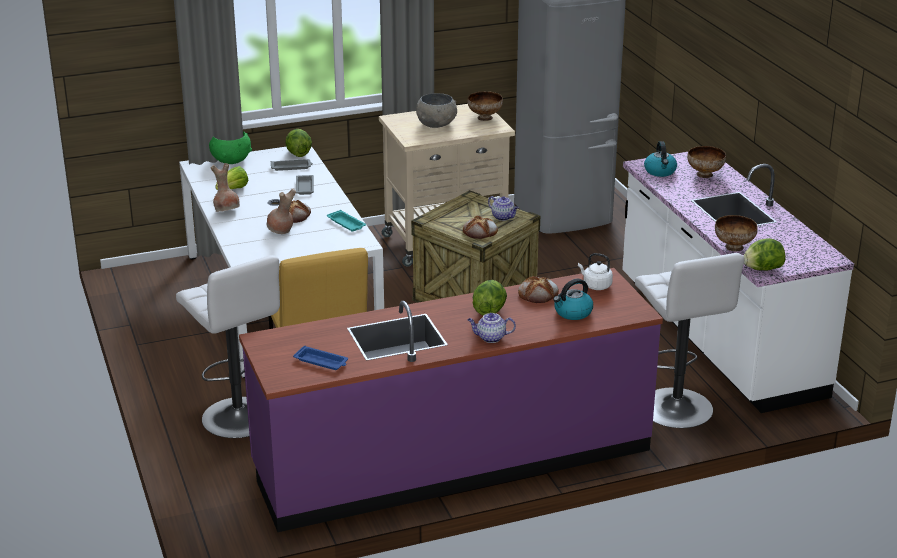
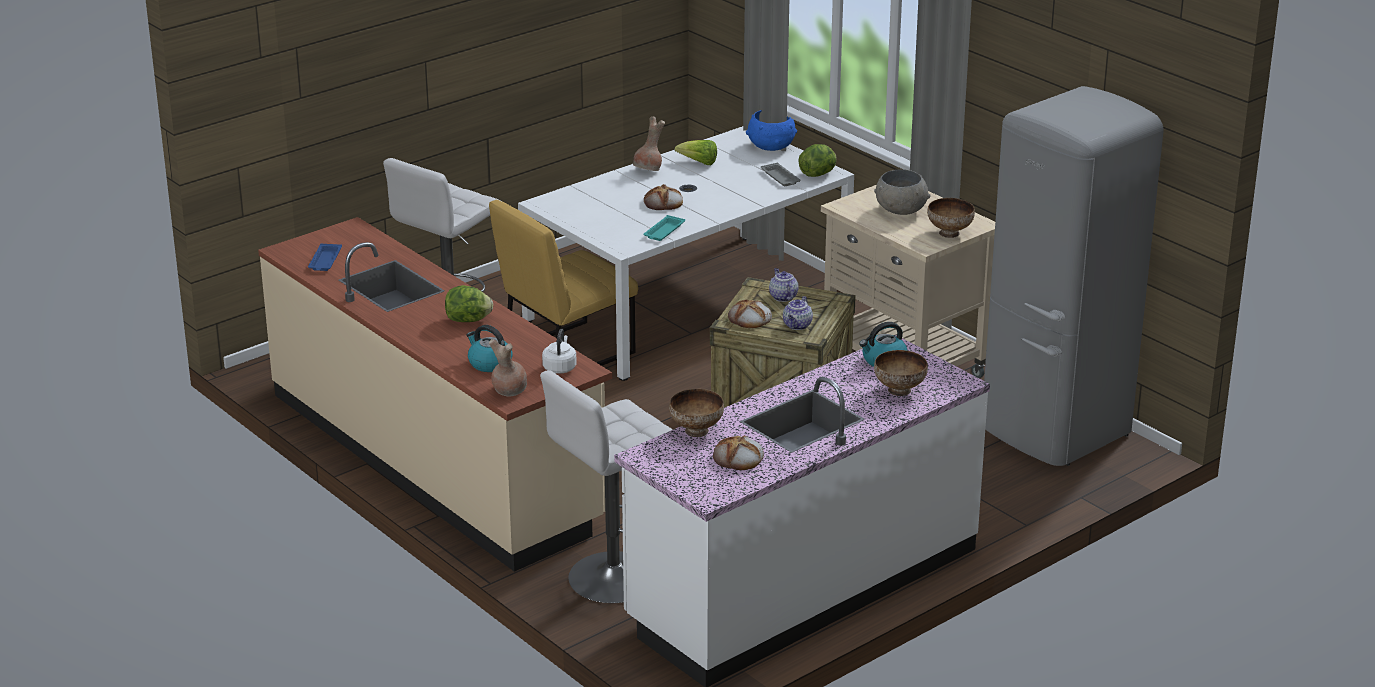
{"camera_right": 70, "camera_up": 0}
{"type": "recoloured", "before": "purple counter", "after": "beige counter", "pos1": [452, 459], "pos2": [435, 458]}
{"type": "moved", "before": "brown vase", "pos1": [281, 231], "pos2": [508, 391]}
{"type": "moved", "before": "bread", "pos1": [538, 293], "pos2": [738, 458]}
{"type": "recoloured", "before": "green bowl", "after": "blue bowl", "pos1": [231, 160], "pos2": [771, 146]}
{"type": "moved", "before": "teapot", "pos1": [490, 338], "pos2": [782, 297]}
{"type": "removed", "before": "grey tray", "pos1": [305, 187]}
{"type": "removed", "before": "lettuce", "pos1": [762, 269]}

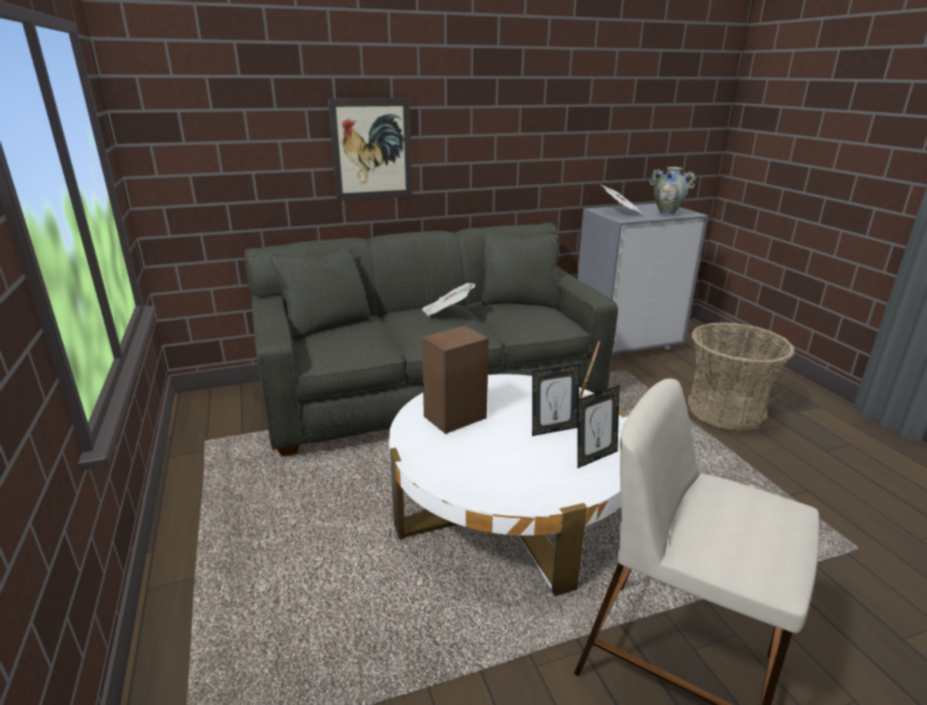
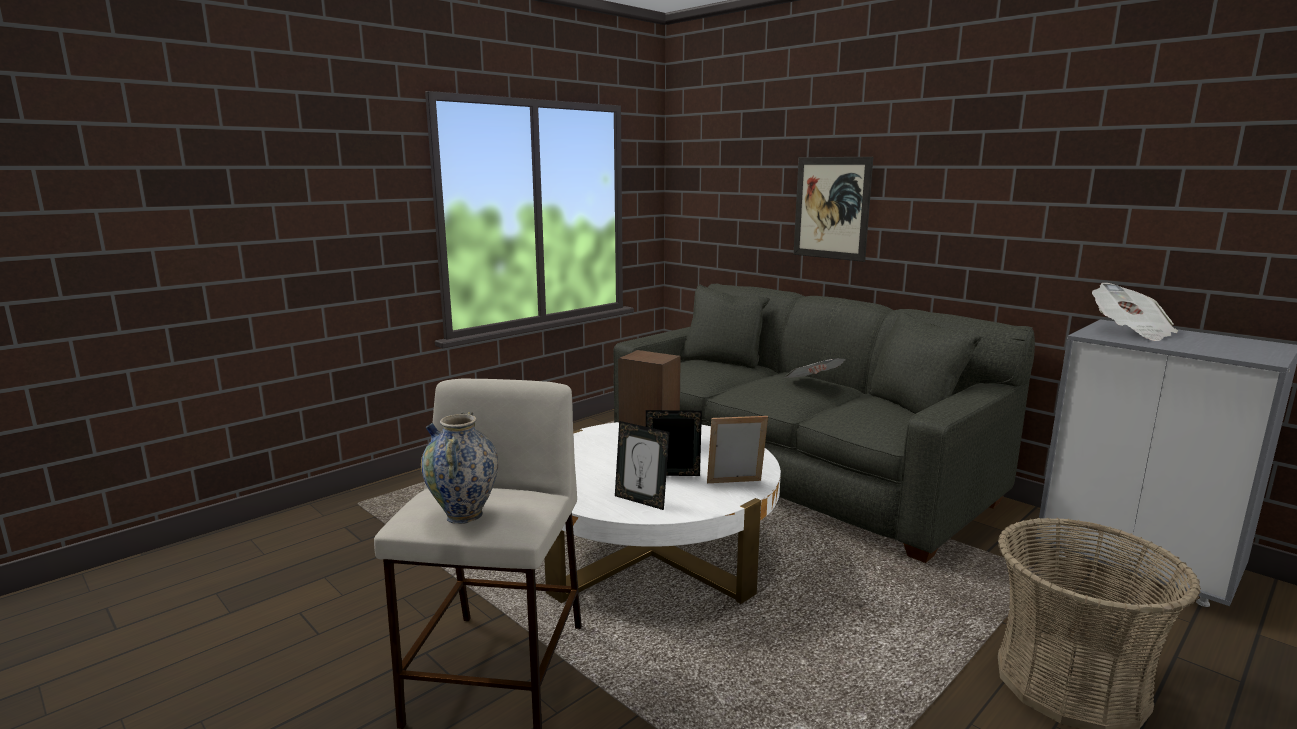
{"camera_right": 65, "camera_up": -10}
{"type": "moved", "before": "vase", "pos1": [667, 214], "pos2": [464, 515]}
{"type": "turned", "before": "picture frame", "pos1": [553, 429], "pos2": [673, 477], "turn": 135}

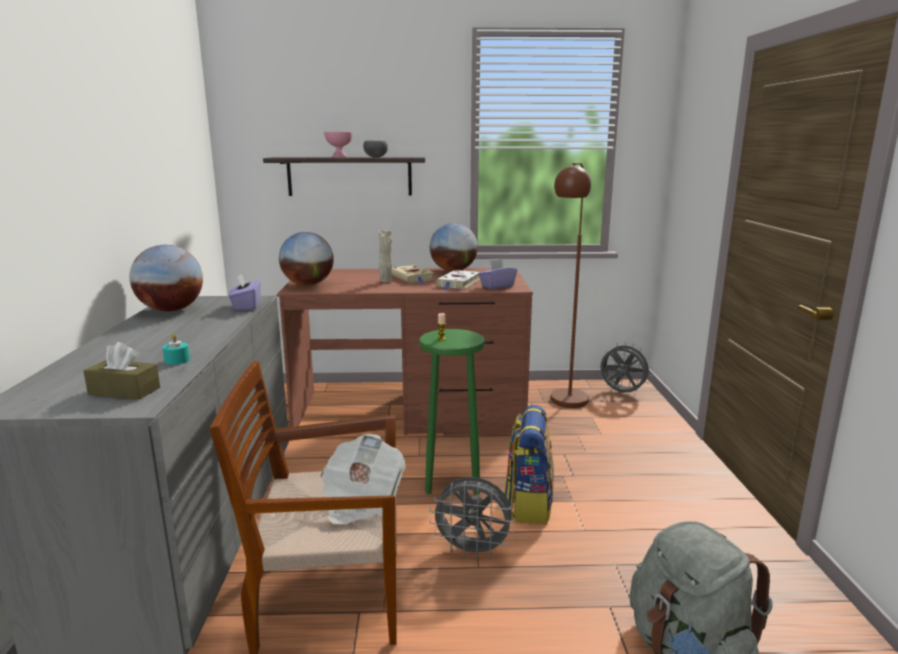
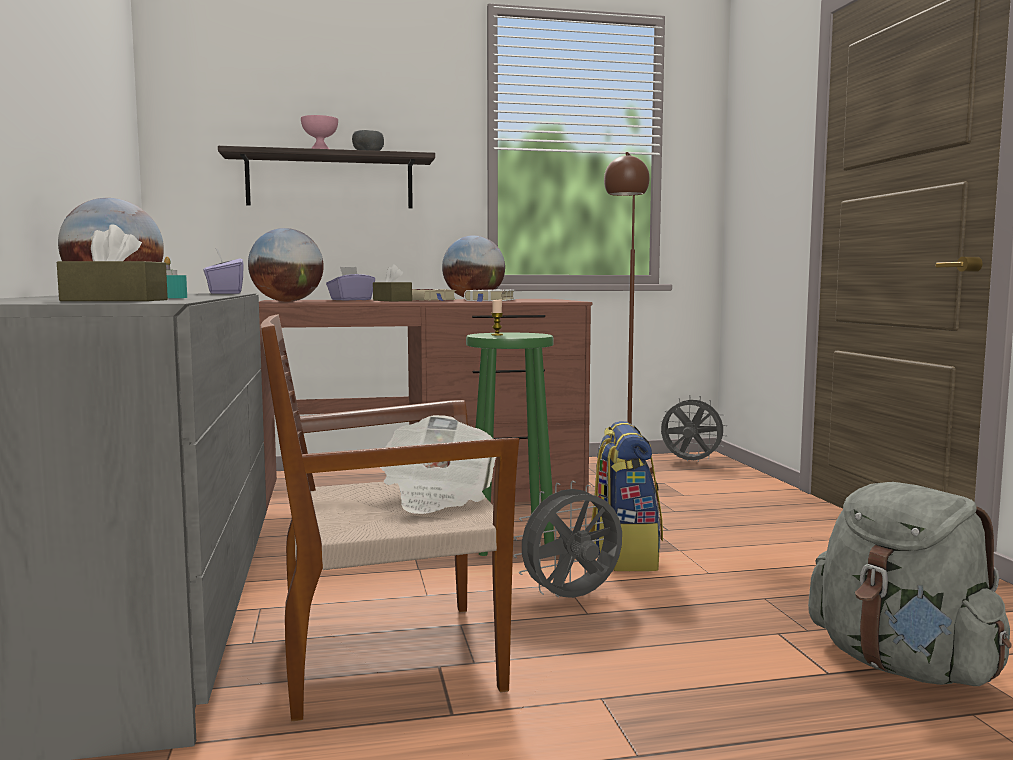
{"camera_right": -10, "camera_up": -10}
{"type": "moved", "before": "purple tissue box", "pos1": [497, 286], "pos2": [351, 300]}
{"type": "replaced", "before": "beige vase", "after": "brown tissue box", "pos1": [385, 281], "pos2": [392, 300]}
{"type": "turned", "before": "grey fan", "pos1": [473, 550], "pos2": [572, 599], "turn": 150}

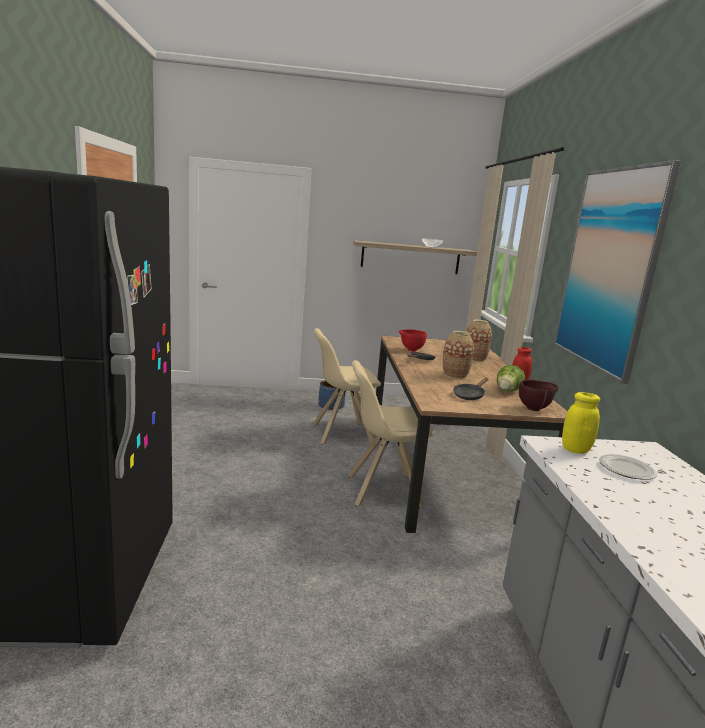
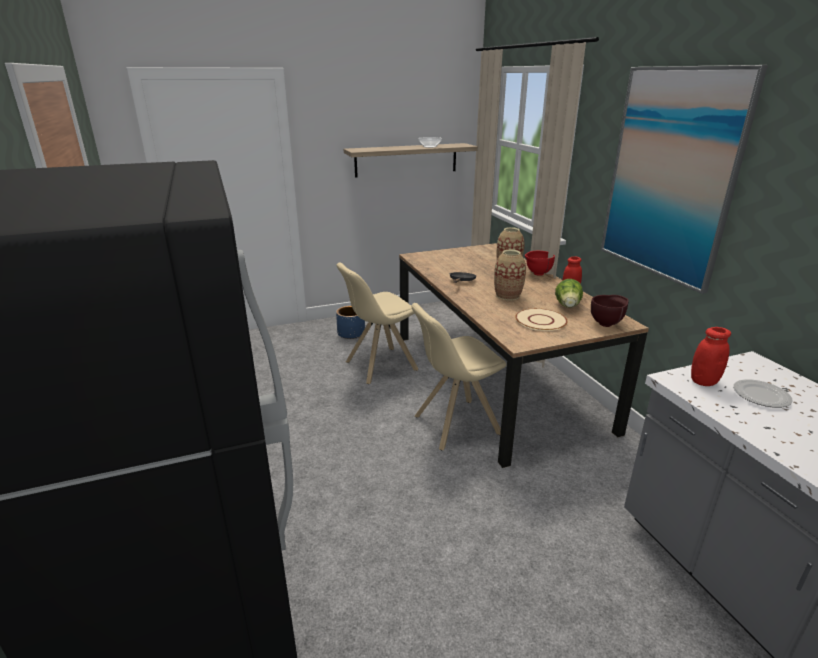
{"camera_right": -15, "camera_up": 10}
{"type": "replaced", "before": "black frying pan", "after": "beige plate", "pos1": [470, 395], "pos2": [540, 320]}
{"type": "moved", "before": "red bowl", "pos1": [410, 350], "pos2": [537, 274]}
{"type": "recoloured", "before": "yellow jar", "after": "red jar", "pos1": [575, 449], "pos2": [703, 381]}

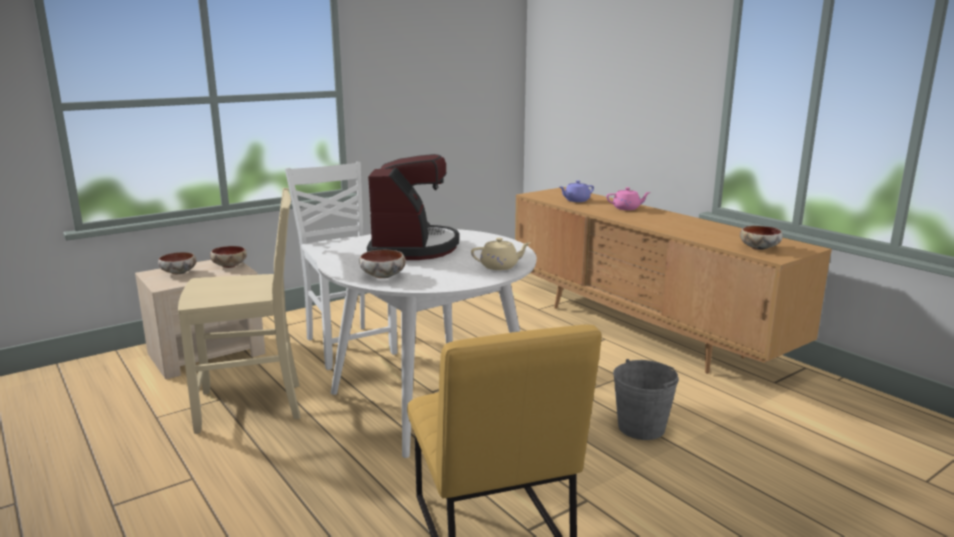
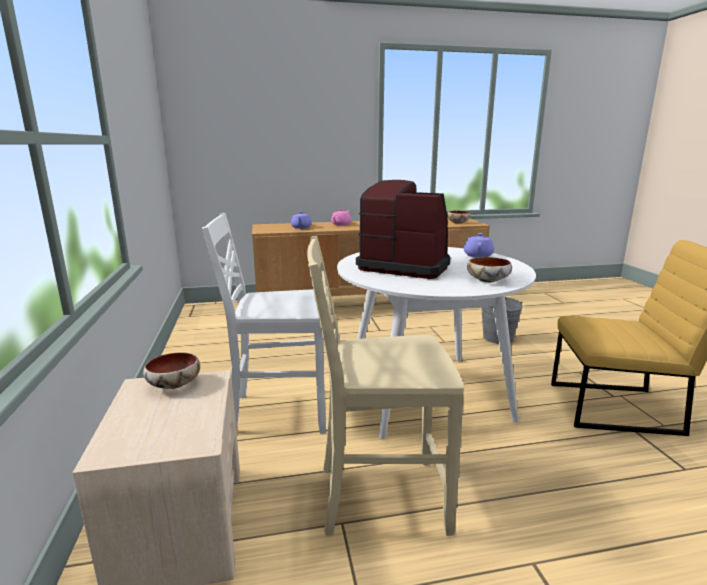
{"camera_right": -65, "camera_up": 0}
{"type": "turned", "before": "beige chair", "pos1": [252, 406], "pos2": [379, 496], "turn": -105}
{"type": "recoloured", "before": "beige teapot", "after": "purple teapot", "pos1": [500, 266], "pos2": [478, 255]}
{"type": "removed", "before": "bowl", "pos1": [179, 273]}

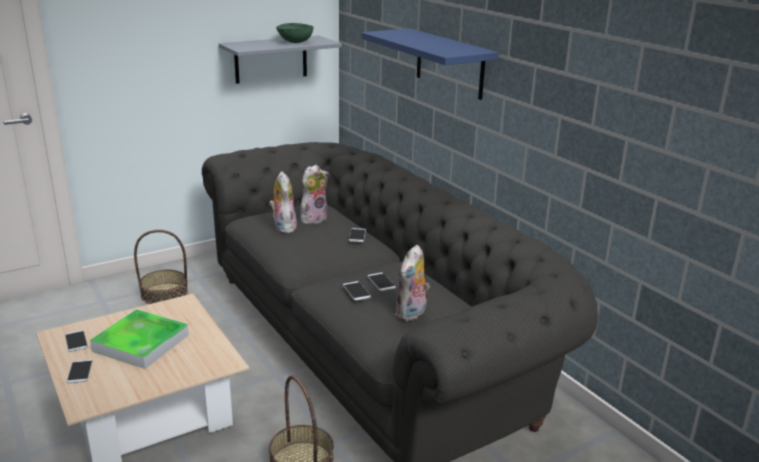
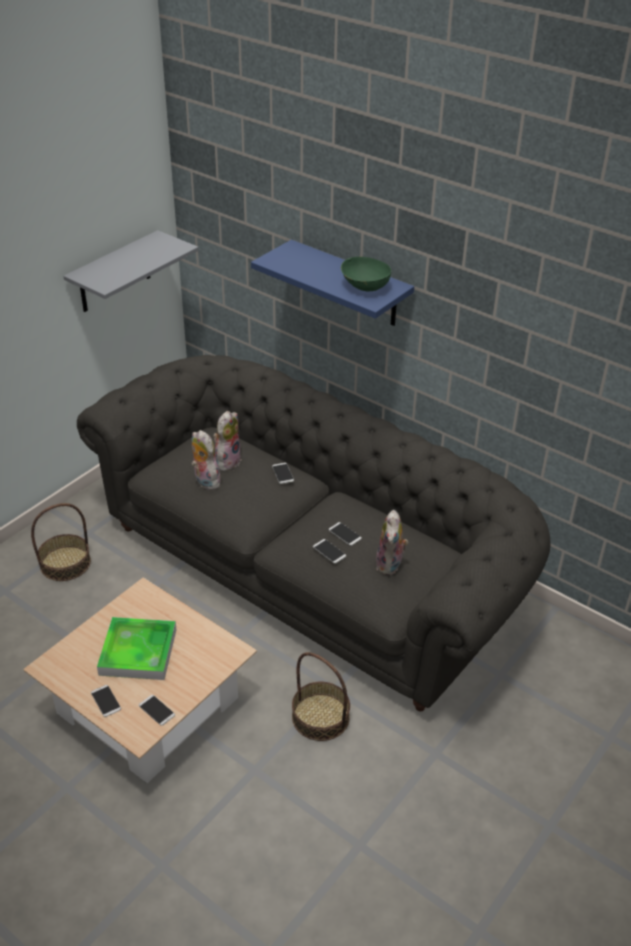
{"camera_right": -20, "camera_up": 15}
{"type": "moved", "before": "phone", "pos1": [76, 341], "pos2": [157, 710]}
{"type": "moved", "before": "green bowl", "pos1": [294, 42], "pos2": [364, 287]}

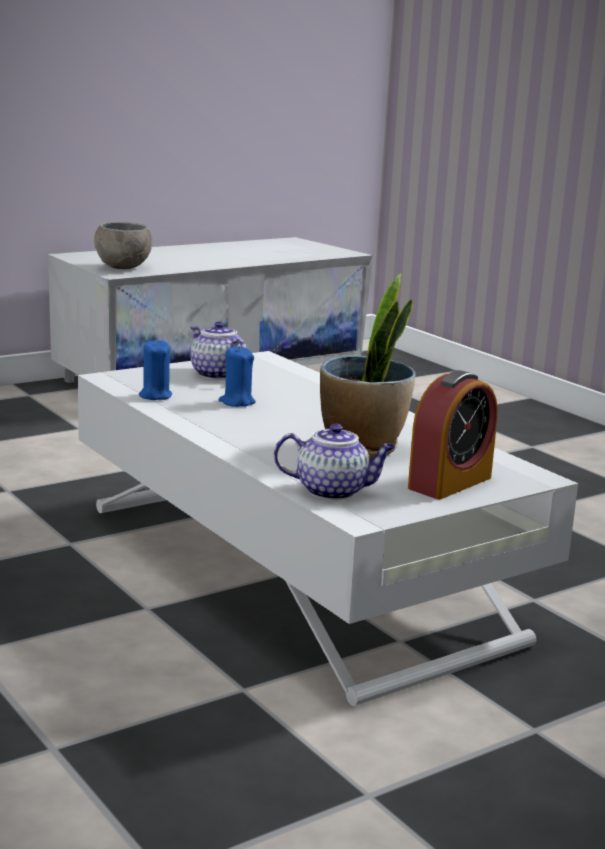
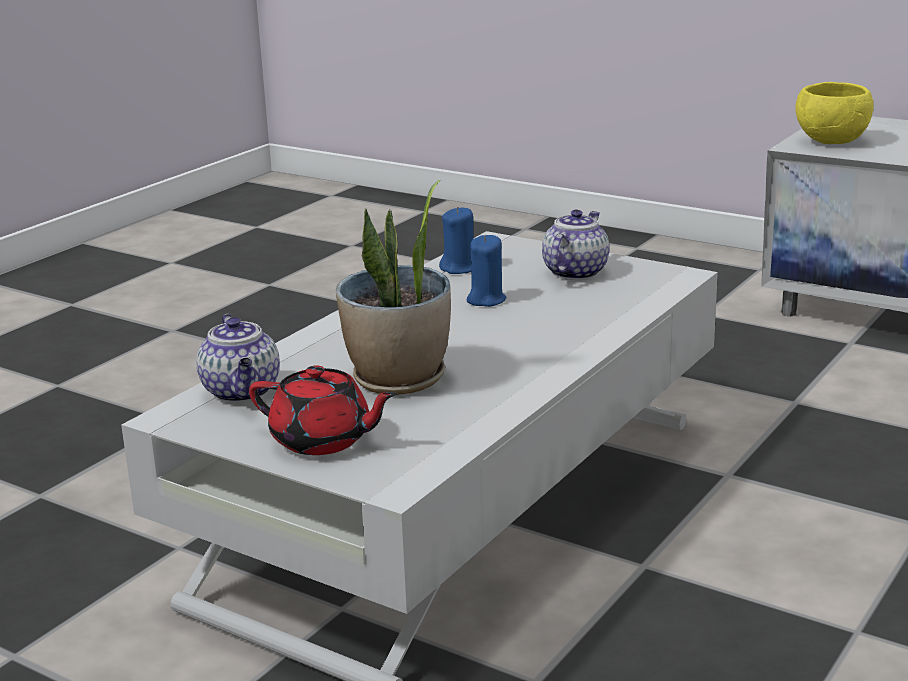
{"camera_right": 70, "camera_up": 5}
{"type": "replaced", "before": "alarm clock", "after": "red teapot", "pos1": [450, 483], "pos2": [323, 440]}
{"type": "recoloured", "before": "grey bowl", "after": "yellow bowl", "pos1": [123, 267], "pos2": [833, 141]}

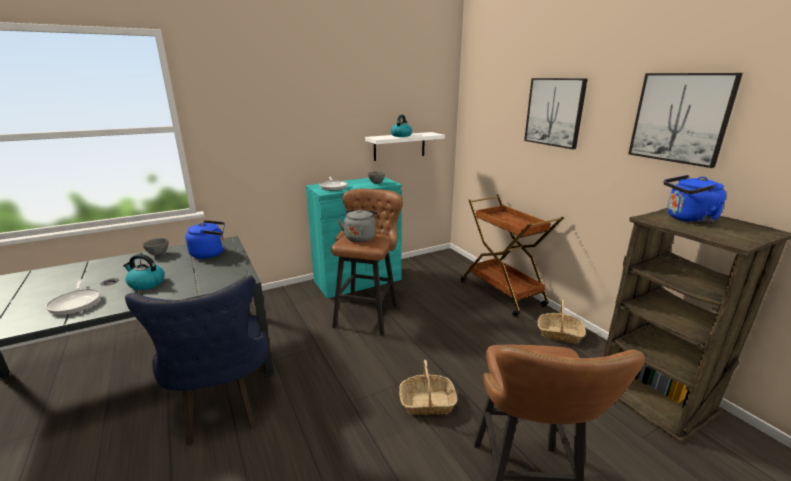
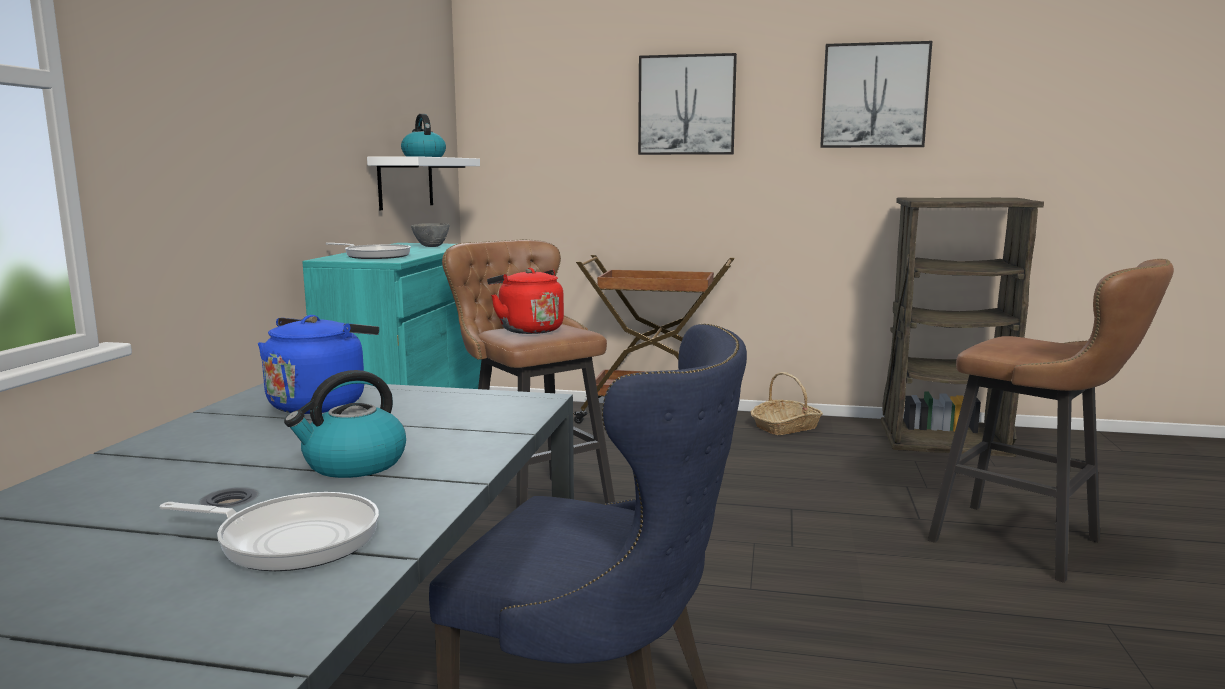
{"camera_right": -50, "camera_up": -10}
{"type": "recoloured", "before": "grey kettle", "after": "red kettle", "pos1": [360, 237], "pos2": [528, 329]}
{"type": "removed", "before": "grey bowl", "pos1": [158, 254]}
{"type": "removed", "before": "basket", "pos1": [427, 403]}
{"type": "removed", "before": "blue kettle", "pos1": [687, 219]}

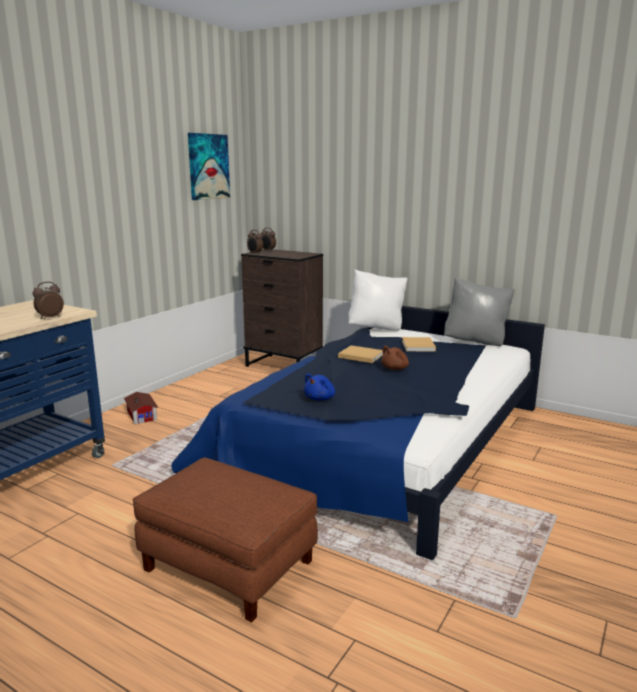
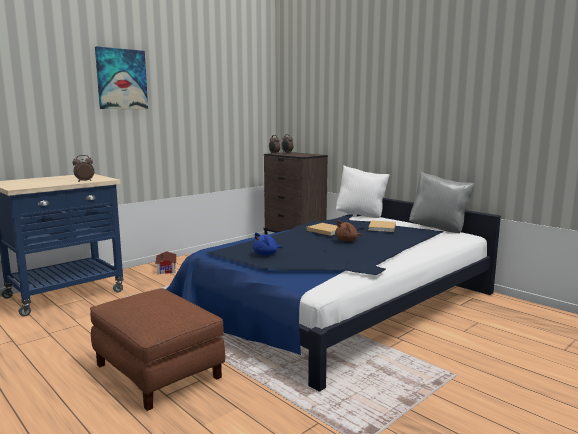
{"camera_right": 15, "camera_up": -5}
{"type": "moved", "before": "picture", "pos1": [208, 166], "pos2": [121, 79]}

